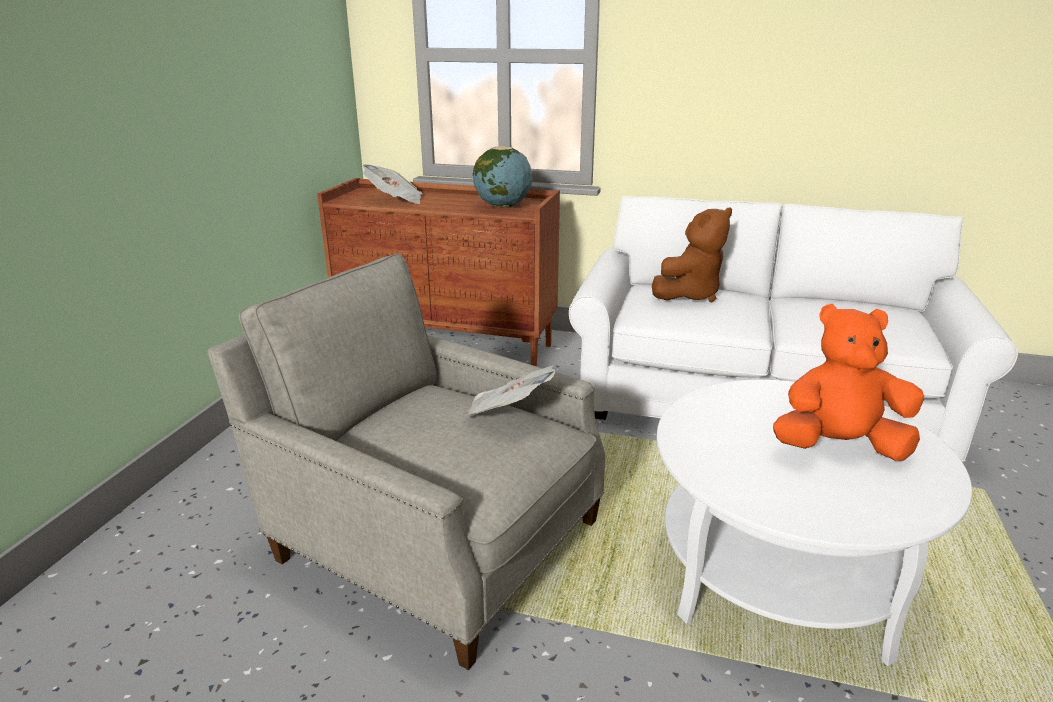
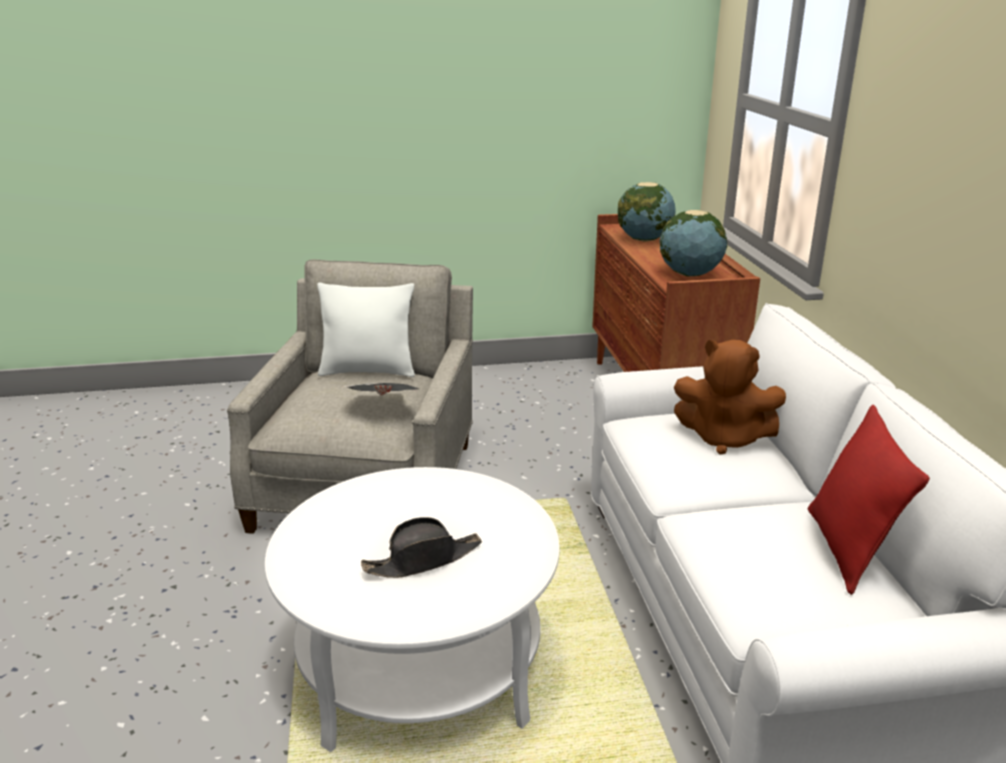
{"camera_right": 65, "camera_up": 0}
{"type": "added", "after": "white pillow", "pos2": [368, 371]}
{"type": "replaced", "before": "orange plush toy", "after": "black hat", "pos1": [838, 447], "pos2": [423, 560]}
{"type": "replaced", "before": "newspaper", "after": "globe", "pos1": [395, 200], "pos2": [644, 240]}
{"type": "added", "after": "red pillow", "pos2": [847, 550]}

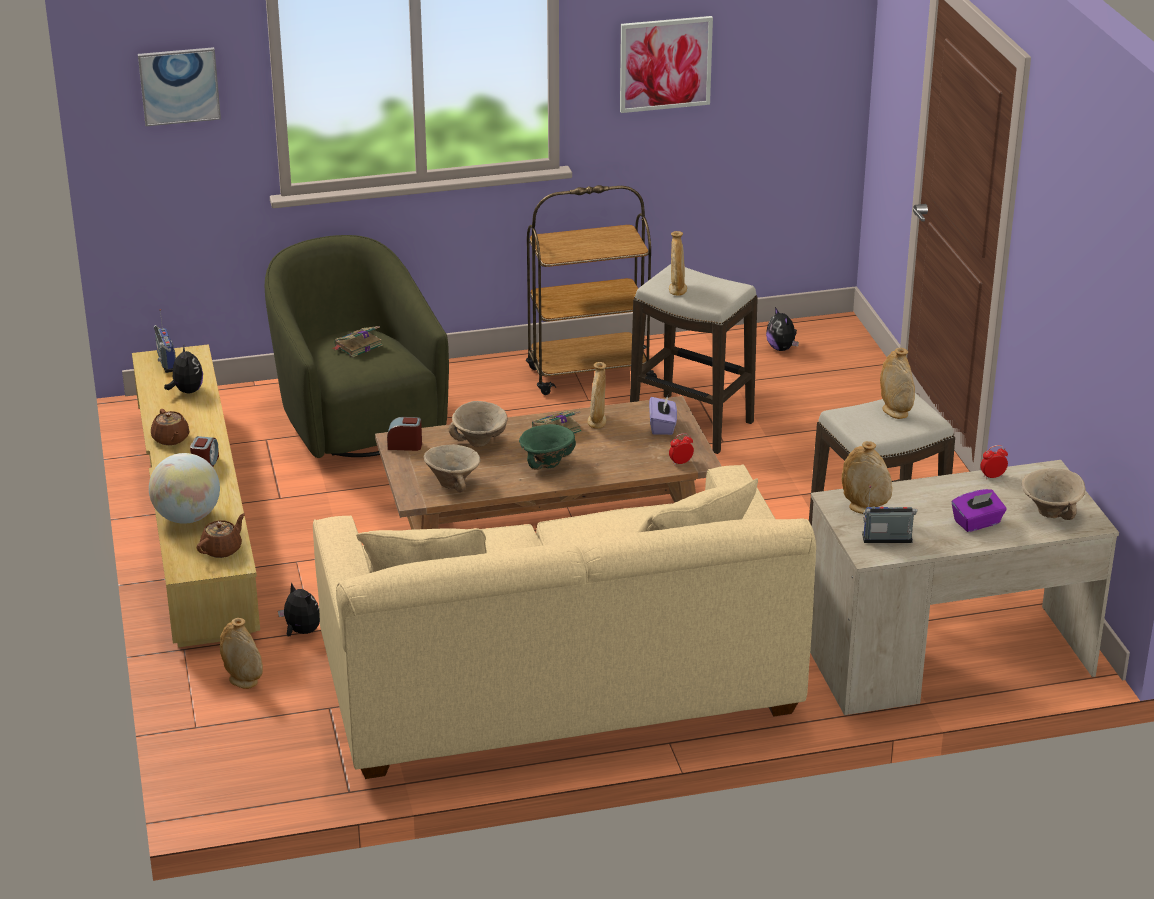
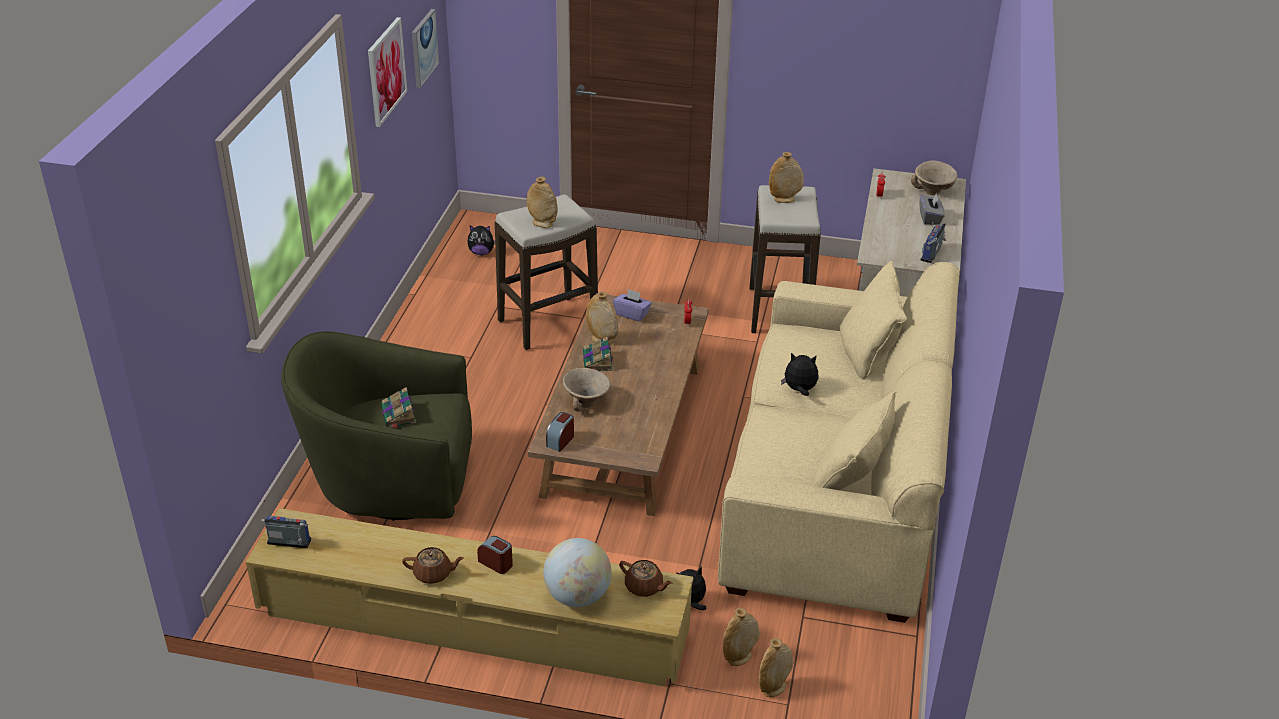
{"camera_right": -65, "camera_up": 5}
{"type": "moved", "before": "picture", "pos1": [179, 86], "pos2": [423, 48]}
{"type": "turned", "before": "brown teapot", "pos1": [222, 549], "pos2": [644, 587], "turn": 150}
{"type": "moved", "before": "beige vase", "pos1": [864, 509], "pos2": [774, 688]}
{"type": "moved", "before": "plush toy", "pos1": [186, 391], "pos2": [799, 390]}
{"type": "recoloured", "before": "purple tissue box", "after": "grey tissue box", "pos1": [977, 523], "pos2": [930, 218]}
{"type": "removed", "before": "beige bowl", "pos1": [453, 483]}
{"type": "removed", "before": "green bowl", "pos1": [546, 462]}
{"type": "removed", "before": "brown cart", "pos1": [589, 375]}

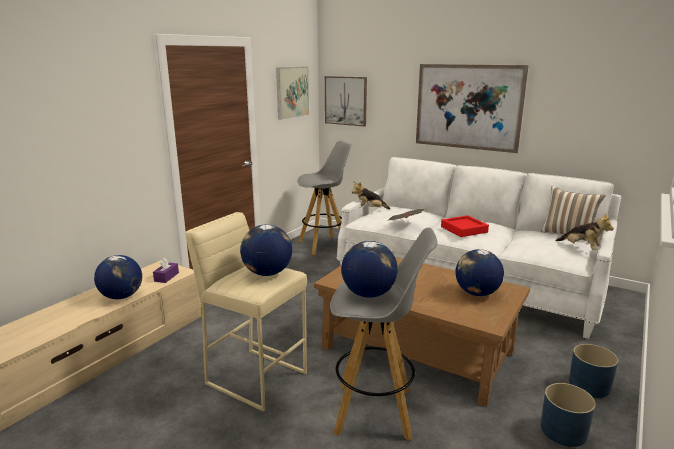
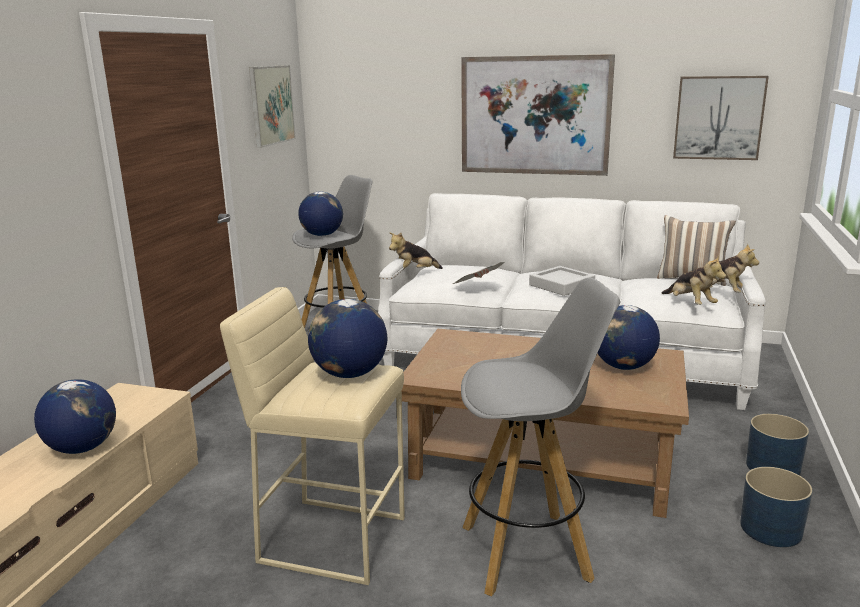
{"camera_right": -15, "camera_up": 0}
{"type": "moved", "before": "globe", "pos1": [368, 294], "pos2": [322, 235]}
{"type": "recoloured", "before": "red tray", "after": "grey tray", "pos1": [464, 229], "pos2": [561, 285]}
{"type": "added", "after": "plush toy", "pos2": [690, 303]}
{"type": "moved", "before": "picture", "pos1": [346, 100], "pos2": [718, 118]}
{"type": "removed", "before": "purple tissue box", "pos1": [166, 277]}

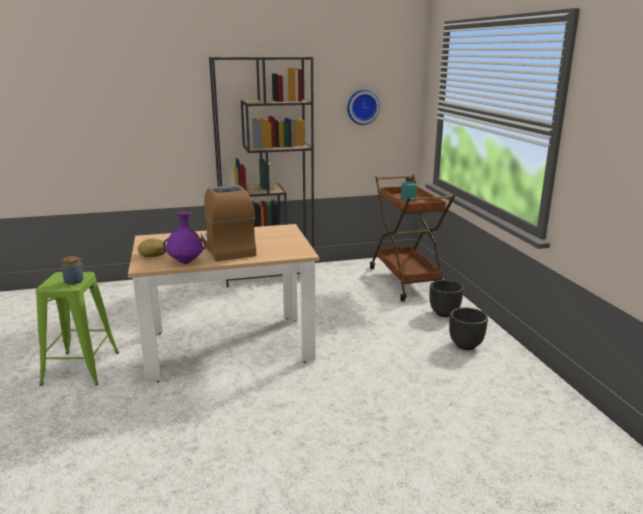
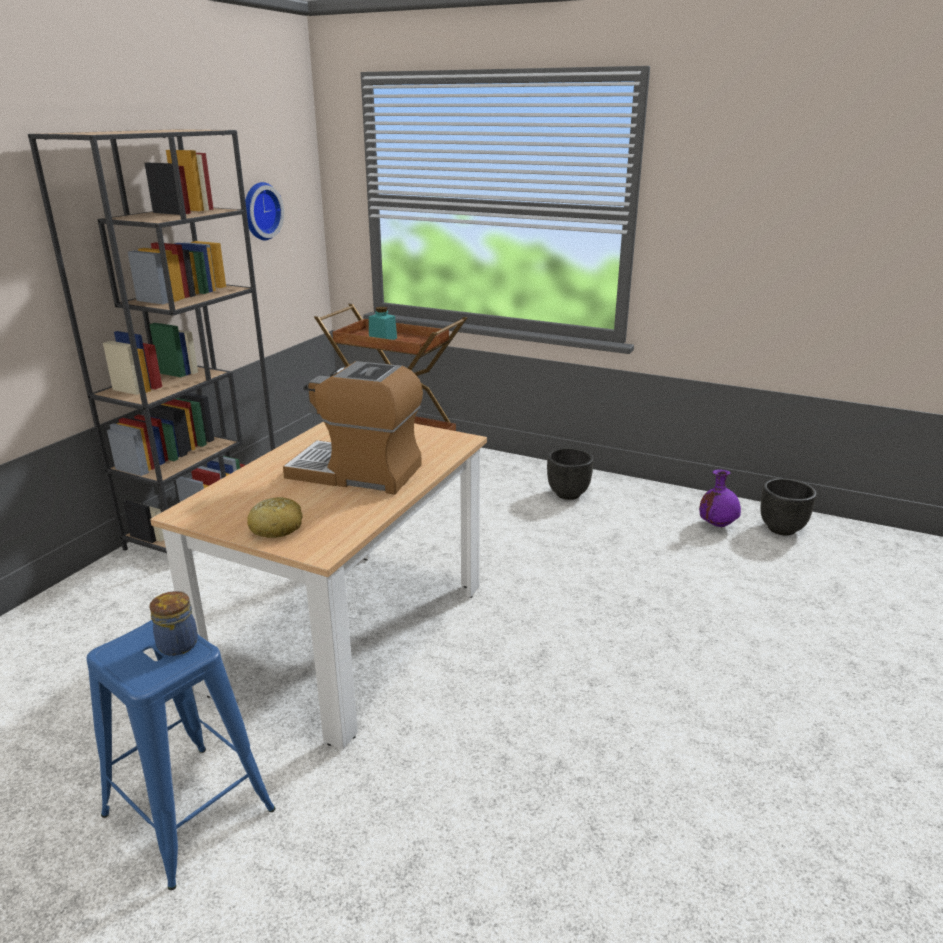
{"camera_right": -50, "camera_up": 5}
{"type": "recoloured", "before": "green stool", "after": "blue stool", "pos1": [80, 368], "pos2": [189, 813]}
{"type": "moved", "before": "purple vase", "pos1": [186, 262], "pos2": [717, 525]}
{"type": "moved", "before": "black planter", "pos1": [444, 313], "pos2": [781, 529]}

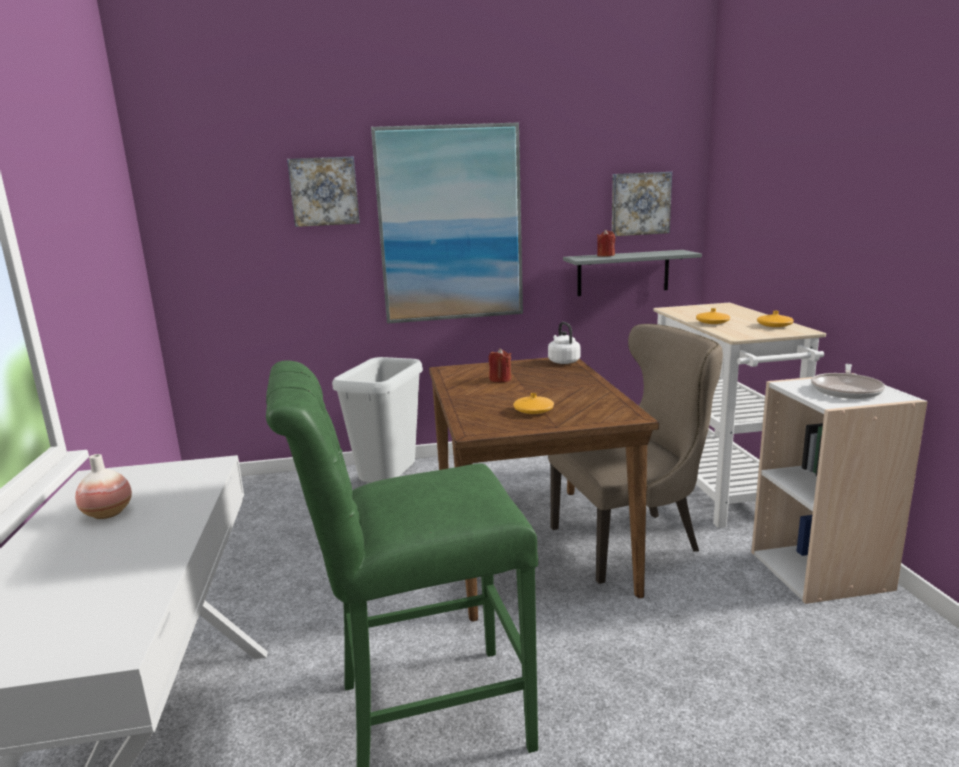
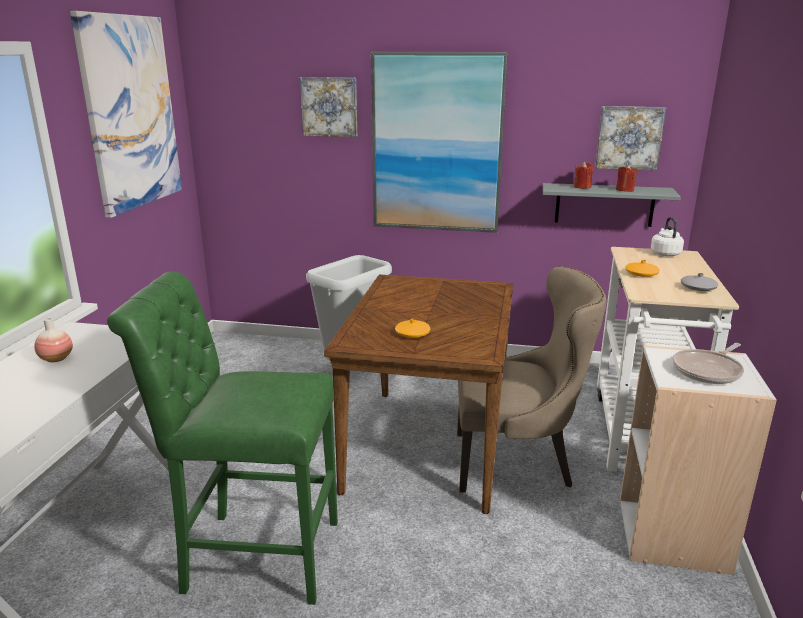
{"camera_right": 20, "camera_up": 5}
{"type": "added", "after": "picture", "pos2": [131, 113]}
{"type": "moved", "before": "red candle", "pos1": [500, 379], "pos2": [624, 190]}
{"type": "moved", "before": "white kettle", "pos1": [563, 361], "pos2": [664, 253]}
{"type": "recoloured", "before": "orange vase", "after": "grey vase", "pos1": [774, 326], "pos2": [698, 288]}

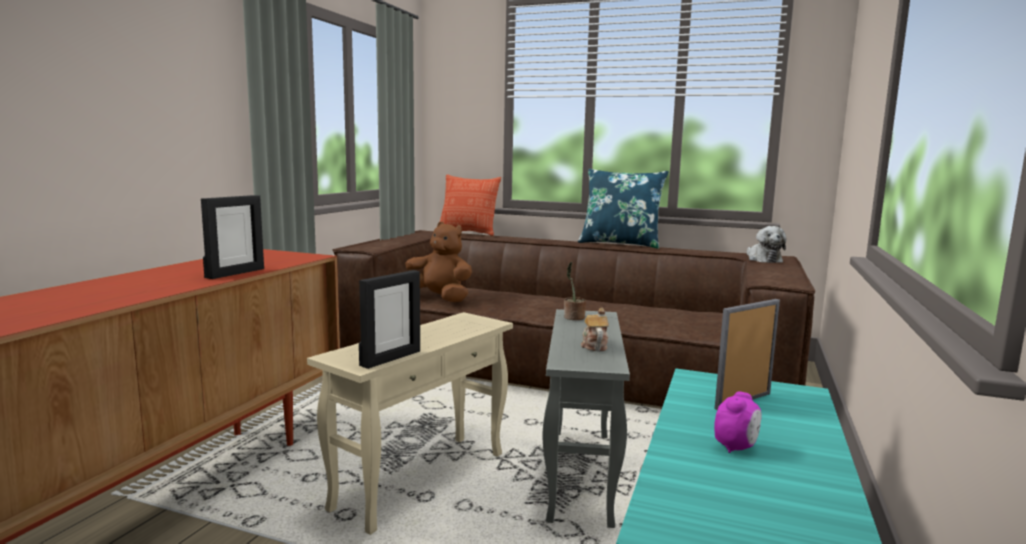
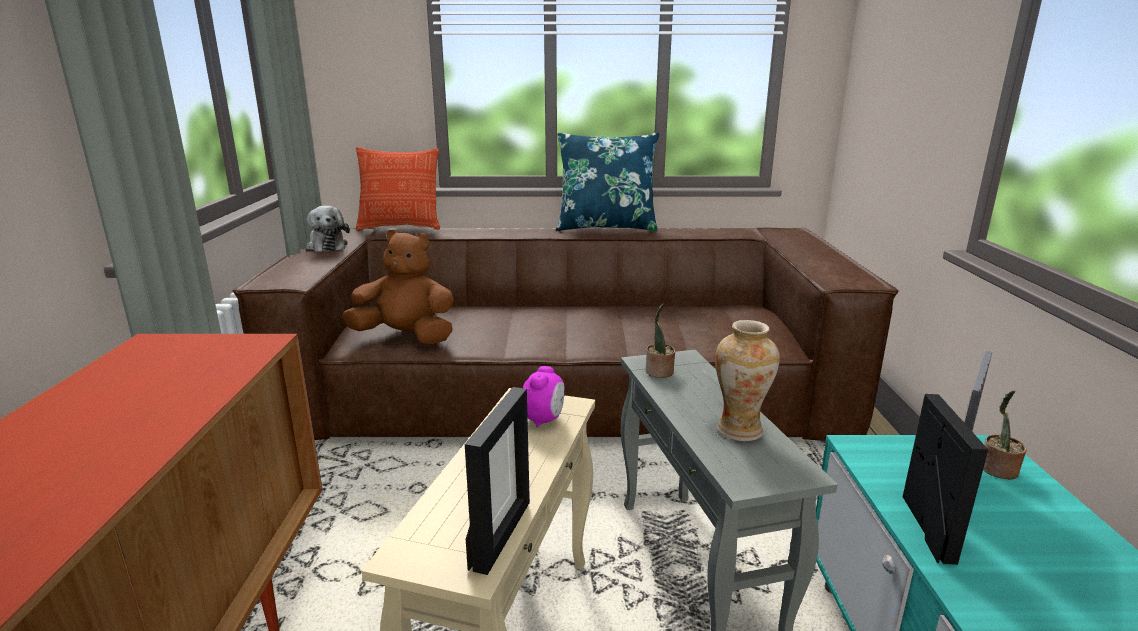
{"camera_right": -20, "camera_up": 10}
{"type": "moved", "before": "plush toy", "pos1": [763, 259], "pos2": [327, 246]}
{"type": "moved", "before": "alarm clock", "pos1": [736, 447], "pos2": [544, 419]}
{"type": "replaced", "before": "teapot", "after": "vase", "pos1": [594, 346], "pos2": [739, 430]}
{"type": "moved", "before": "picture frame", "pos1": [235, 273], "pos2": [925, 528]}
{"type": "added", "after": "potted plant", "pos2": [997, 470]}

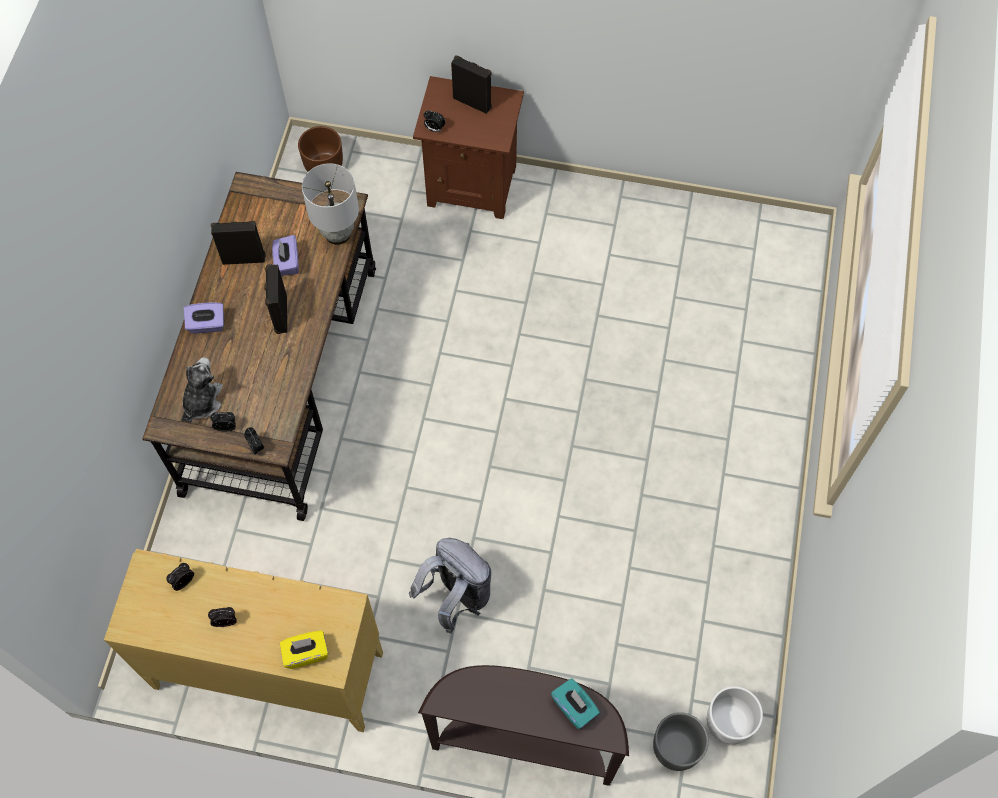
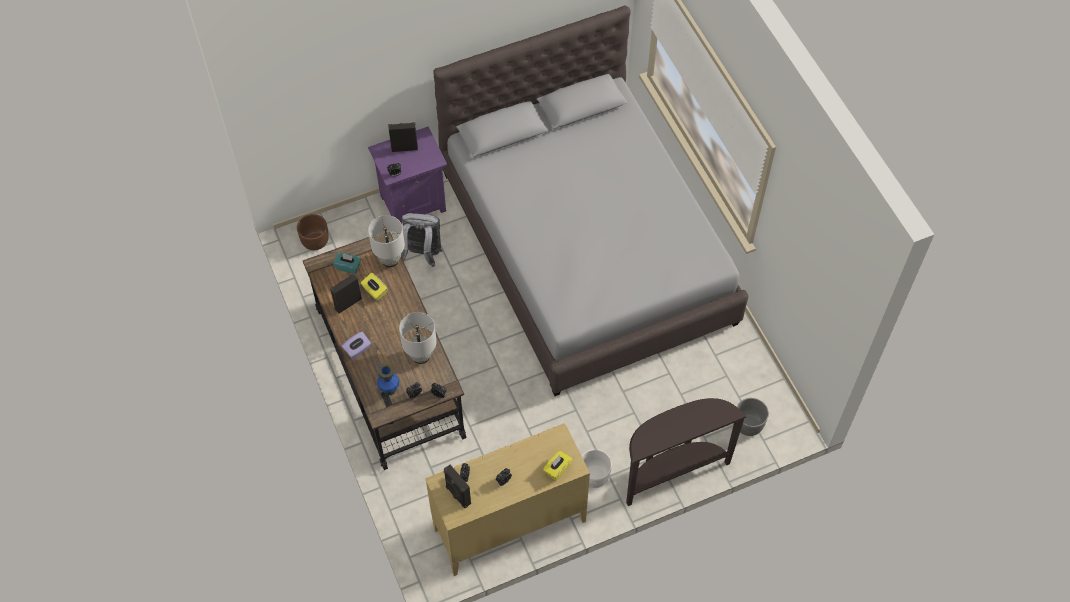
{"camera_right": -35, "camera_up": -5}
{"type": "moved", "before": "turquoise tissue box", "pos1": [574, 707], "pos2": [348, 266]}
{"type": "recoloured", "before": "purple tissue box", "after": "yellow tissue box", "pos1": [287, 262], "pos2": [374, 291]}
{"type": "recoloured", "before": "brown nightstand", "after": "purple nightstand", "pos1": [472, 188], "pos2": [414, 204]}
{"type": "replaced", "before": "plush toy", "after": "blue vase", "pos1": [202, 400], "pos2": [389, 389]}
{"type": "added", "after": "white table lamp", "pos2": [420, 356]}
{"type": "moved", "before": "grey backpack", "pos1": [456, 596], "pos2": [422, 254]}
{"type": "added", "after": "grey bed", "pos2": [586, 246]}
{"type": "moved", "before": "black speaker", "pos1": [280, 314], "pos2": [457, 495]}
{"type": "moved", "before": "white planter", "pos1": [728, 722], "pos2": [594, 476]}

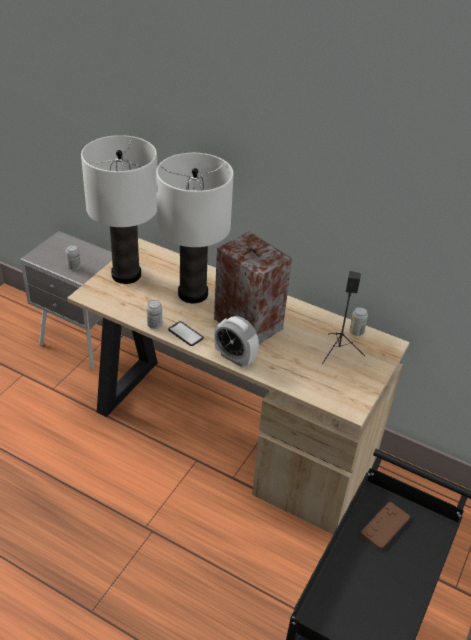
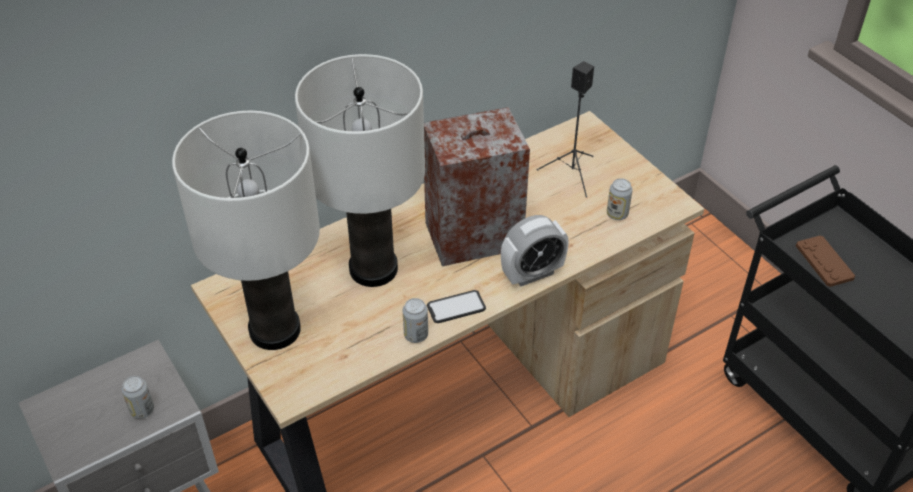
{"camera_right": -60, "camera_up": 5}
{"type": "moved", "before": "can", "pos1": [356, 332], "pos2": [617, 214]}

